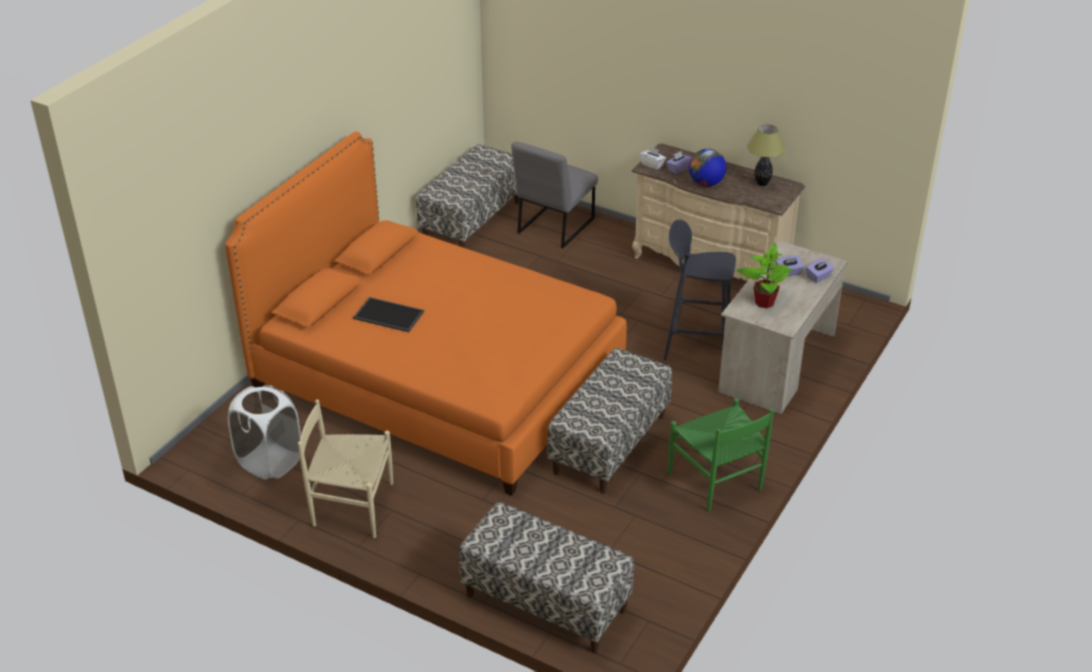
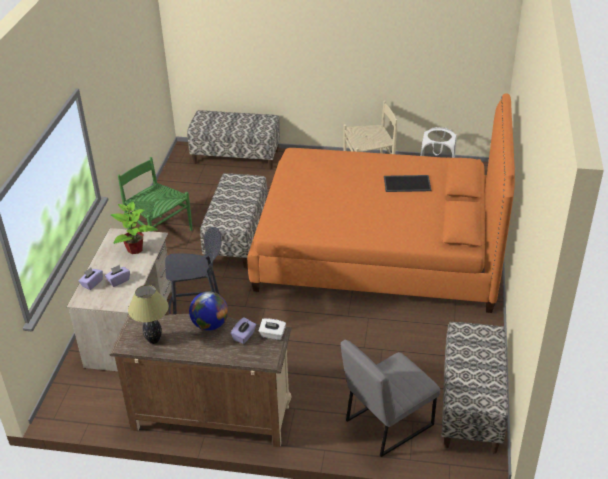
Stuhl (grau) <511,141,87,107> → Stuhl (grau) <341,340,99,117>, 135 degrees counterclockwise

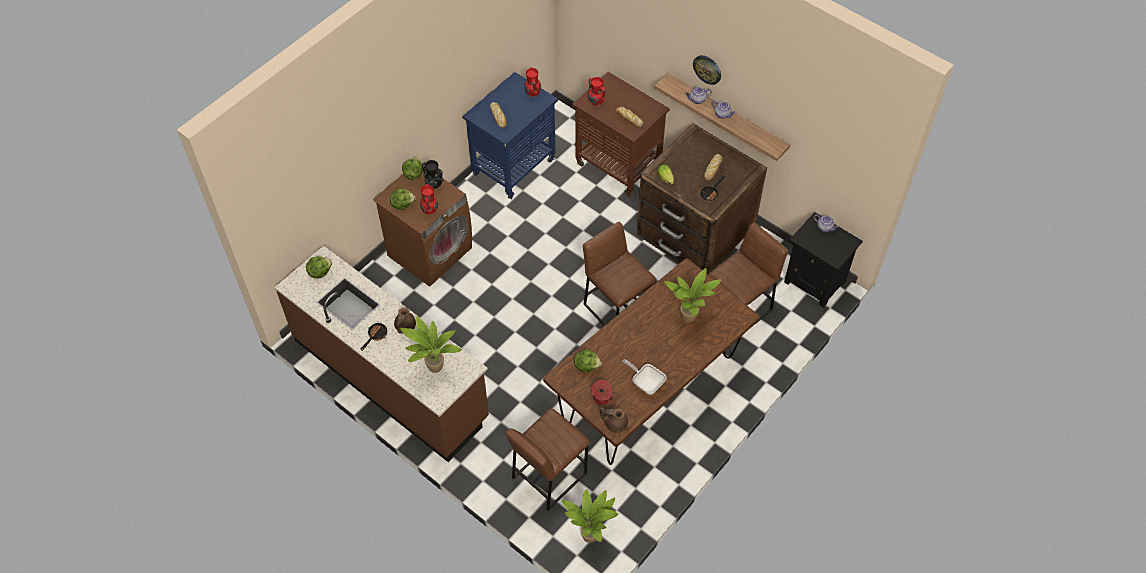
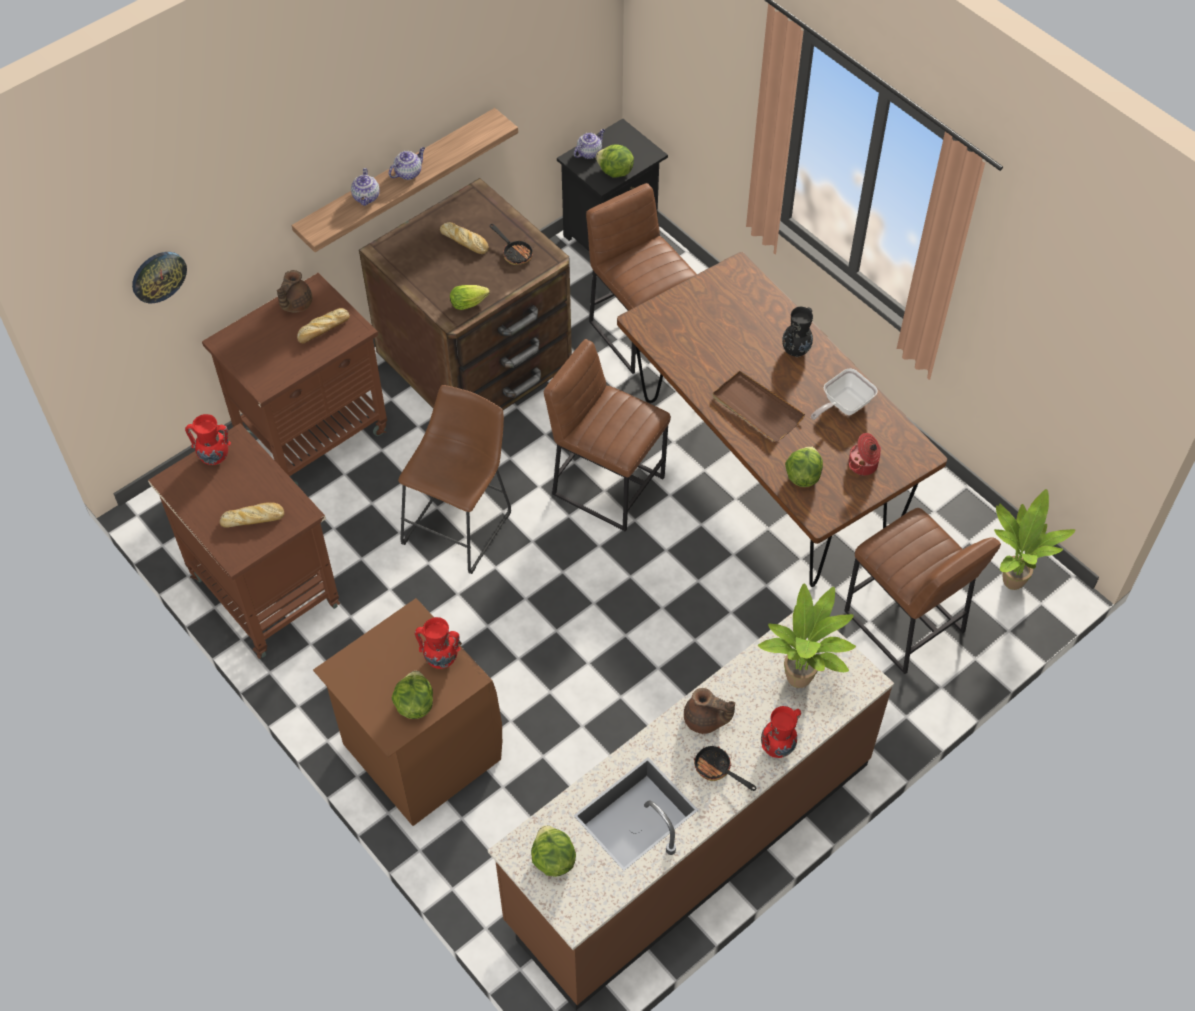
Topfpflanze <664,268,57,55> → -
- → Hocker (braun) <398,385,113,189>
- → Tablett (braun) <712,371,93,72>
Salatkopf <402,158,21,22> → Salatkopf <596,144,38,34>, shifted
Vase (schwarz) <422,160,21,29> → Vase (schwarz) <782,307,31,50>, shifted
Vase (rot) <588,77,18,29> → Vase (rot) <761,706,40,52>, shifted
Teekanne (braun) <600,407,28,26> → Teekanne (braun) <277,270,35,43>, shifted
Wanduhr <693,55,28,30> → Wanduhr <132,252,55,51>, shifted
Rollwagen (blau) <462,72,96,127> → Rollwagen (braun) <148,423,192,236>
Stuhl (braun) <583,222,73,104> → Stuhl (braun) <544,339,127,192>, 60 degrees clockwise

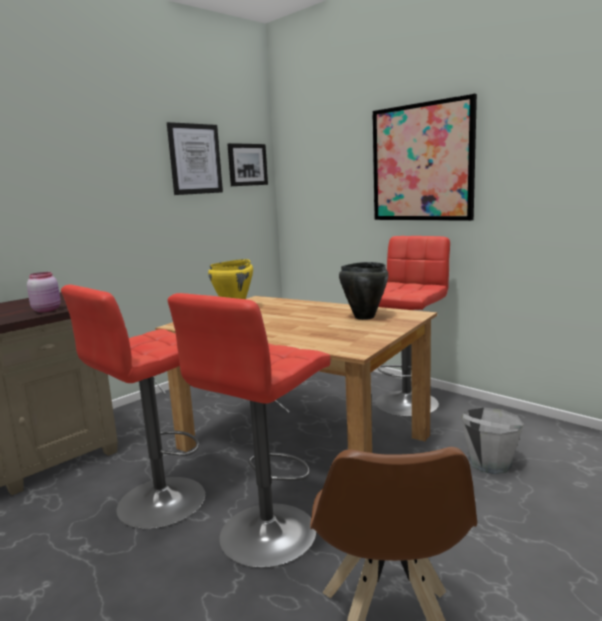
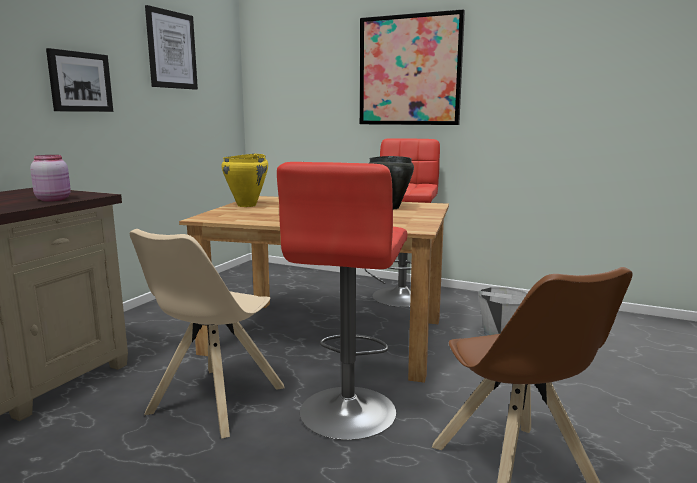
Bild <227,143,41,43> → Bild <46,48,67,64>, shifted
Hocker (rot) <61,285,144,244> → Stuhl (beige) <130,229,154,210>

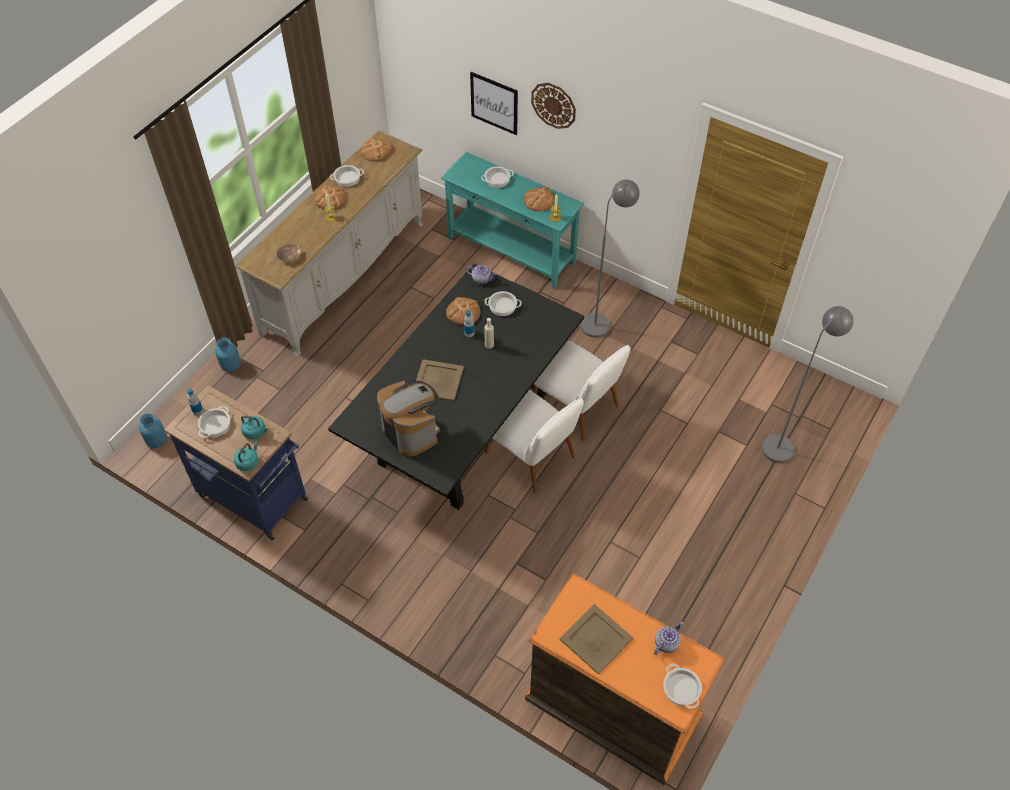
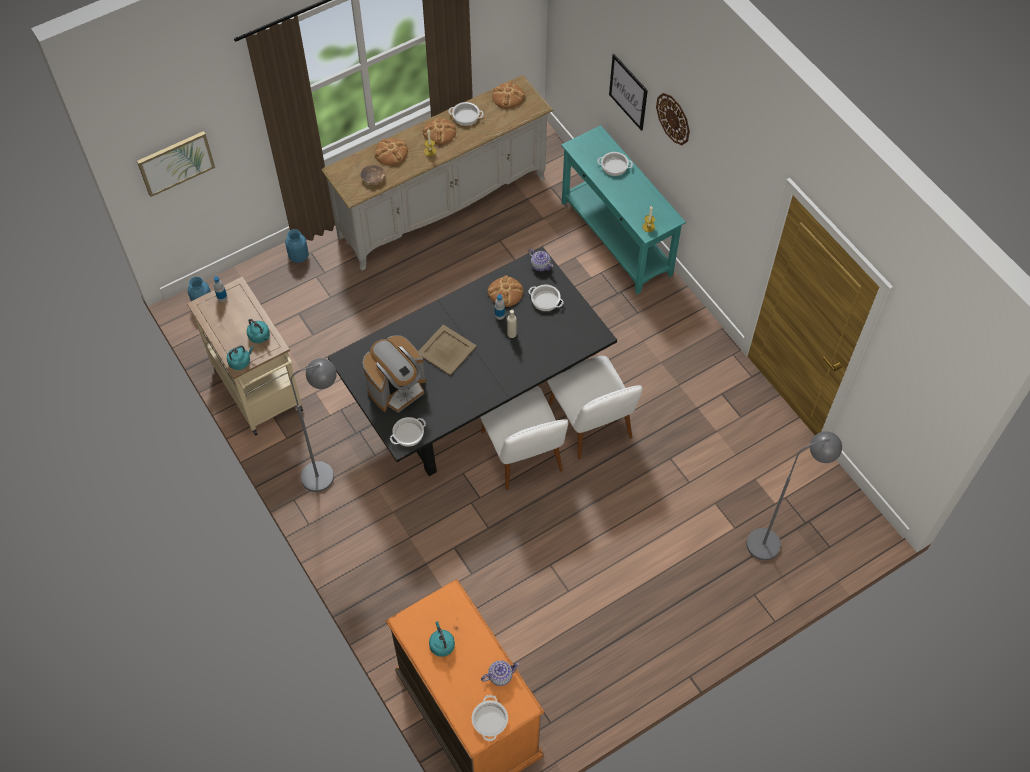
- → Bild <137,131,78,66>
Kochtopf <198,406,32,32> → Kochtopf <390,417,36,30>, shifted
Brot <524,187,31,24> → Brot <375,139,33,27>, shifted
Stehlampe (grau) <581,180,59,158> → Stehlampe (grau) <290,358,47,134>, shifted
Tablett (beige) <559,604,74,71> → Wasserkessel (türkis) <429,621,26,36>
Rollwagen (blau) <164,385,144,155> → Rollwagen (beige) <187,277,116,159>
Kaffeemaschine <377,381,63,76> → Kaffeemaschine <362,335,64,78>, 60 degrees clockwise

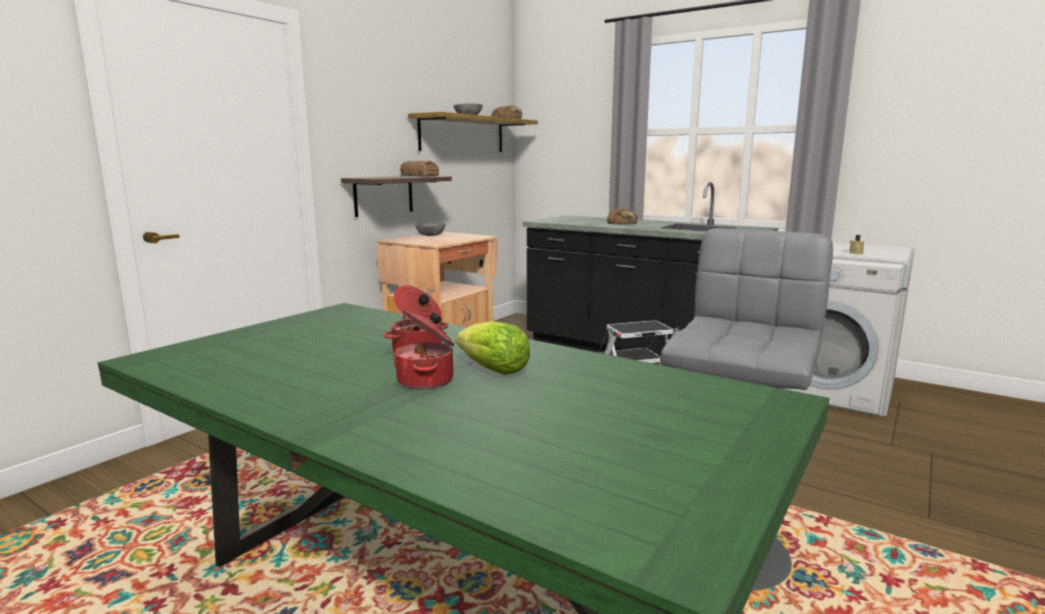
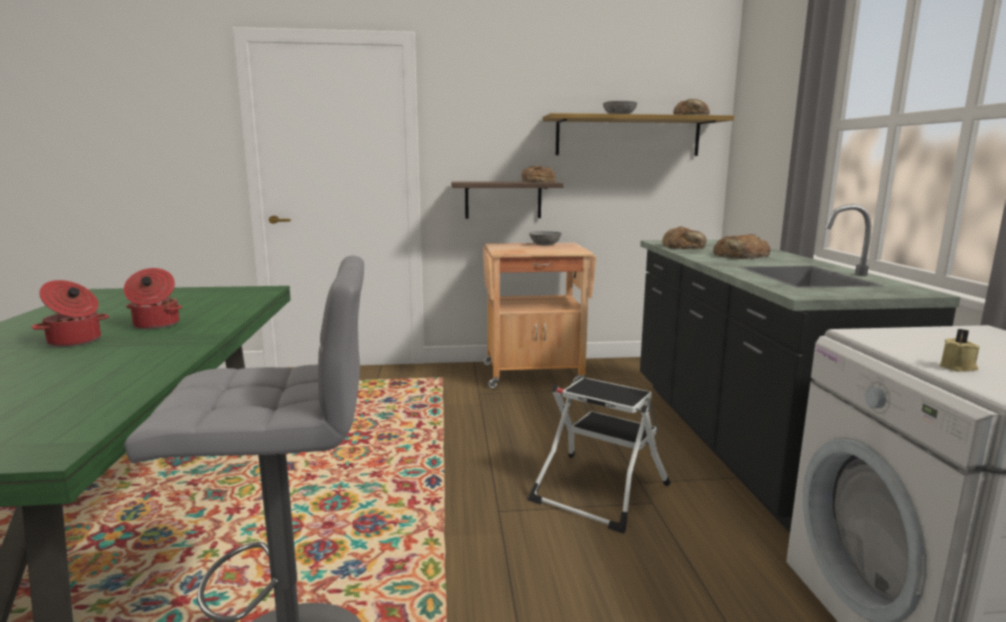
Salatkopf <455,321,75,54> → -
- → Brot <662,226,45,23>

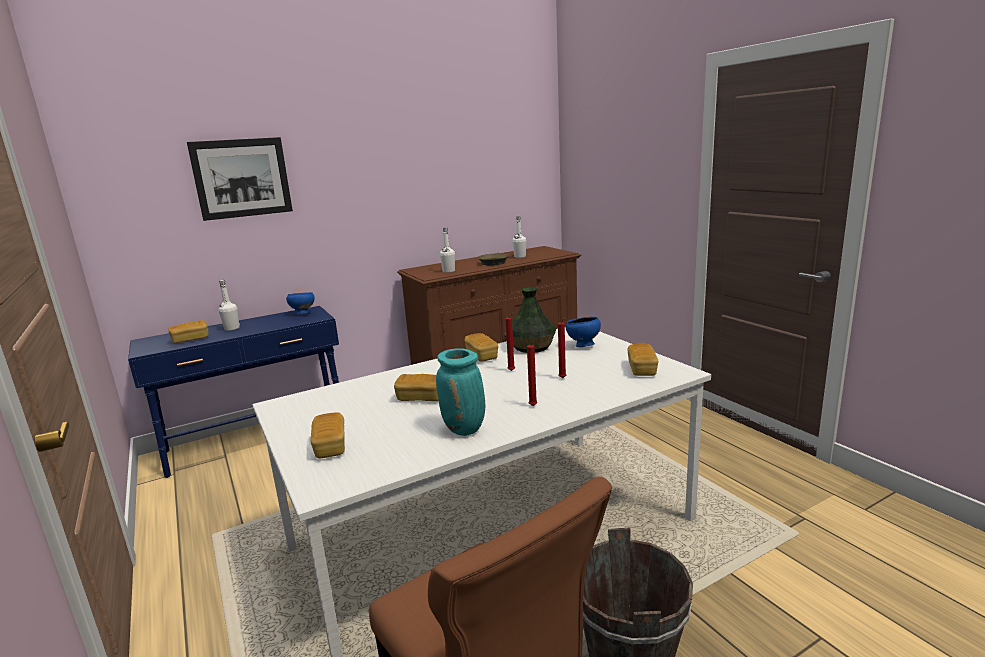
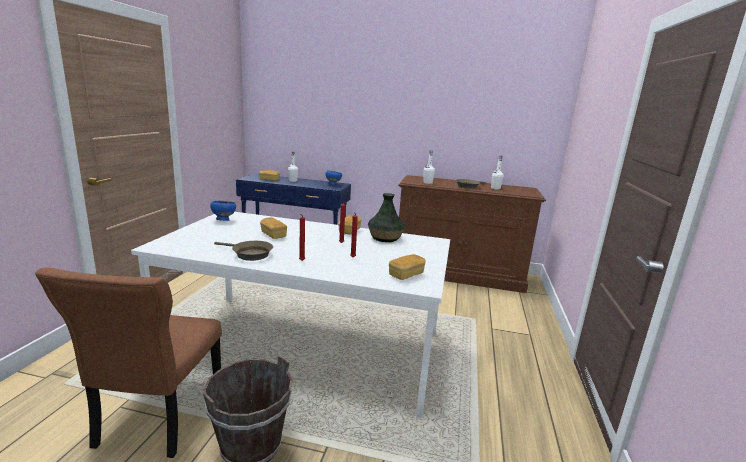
Bild <187,137,106,84> → -
Brot <310,412,35,47> → -
Schüssel (blau) <565,317,36,30> → Schüssel (blau) <210,201,26,20>, shifted
Vase (türkis) <436,348,49,88> → Pfanne (braun) <214,241,59,20>

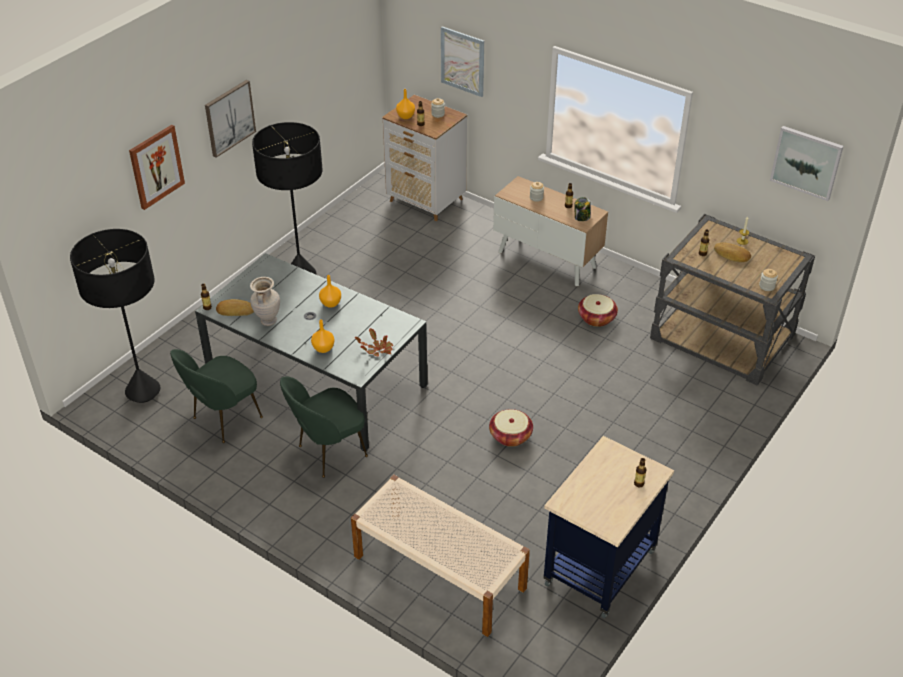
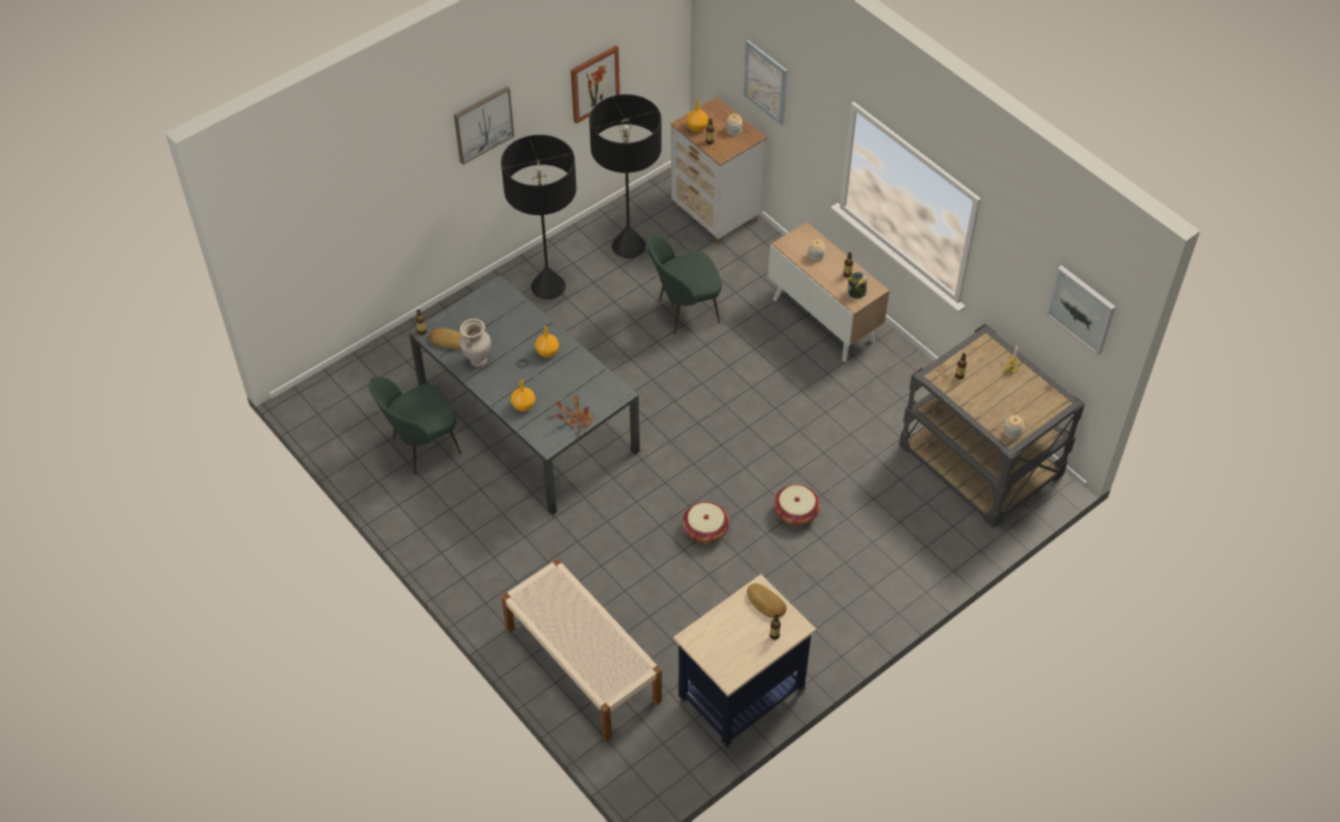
Stehlampe (schwarz) <70,229,90,174> → Stehlampe (schwarz) <589,94,73,165>, shifted
Bild <129,125,56,85> → Bild <571,45,49,79>, shifted
Stuhl (grün) <280,376,88,102> → Stuhl (grün) <647,235,75,99>, shifted
Korb <578,294,40,33> → Korb <774,485,46,41>, shifted
Brot <714,242,37,20> → Brot <747,583,40,35>, shifted

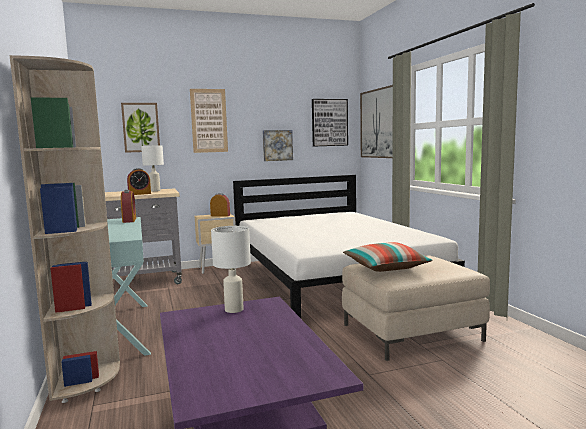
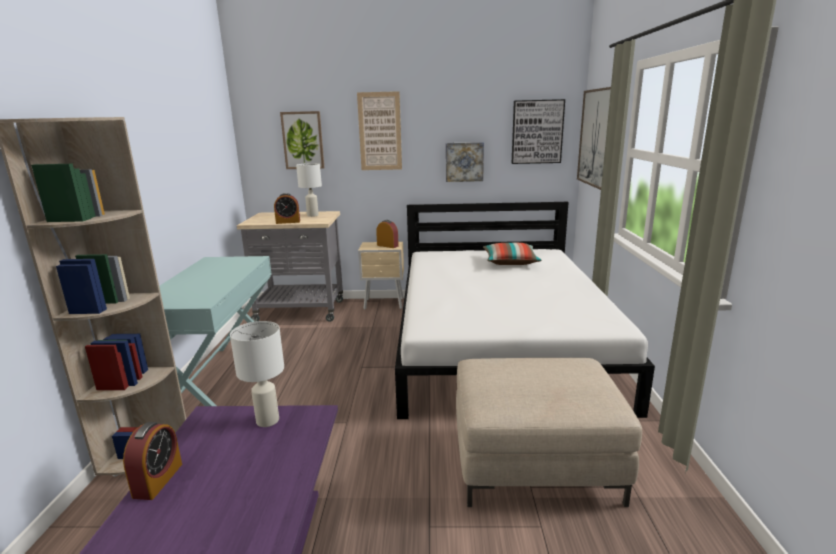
Wecker <121,190,15,33> → Wecker <123,422,59,78>, shifted
Kissen <343,242,90,30> → Kissen <483,243,59,22>, shifted

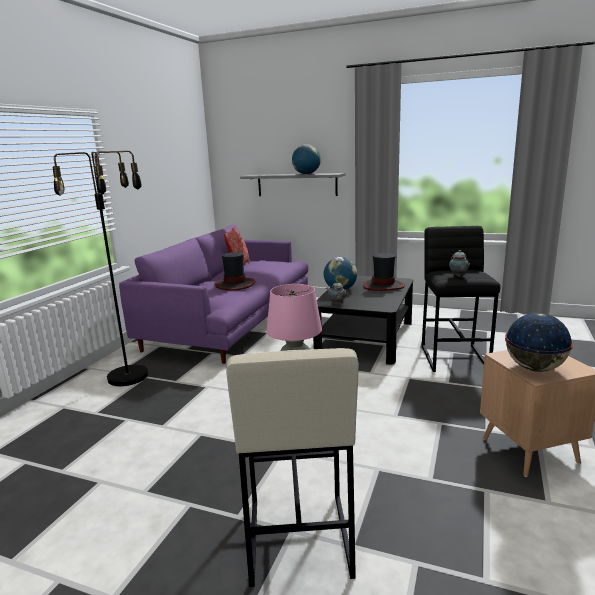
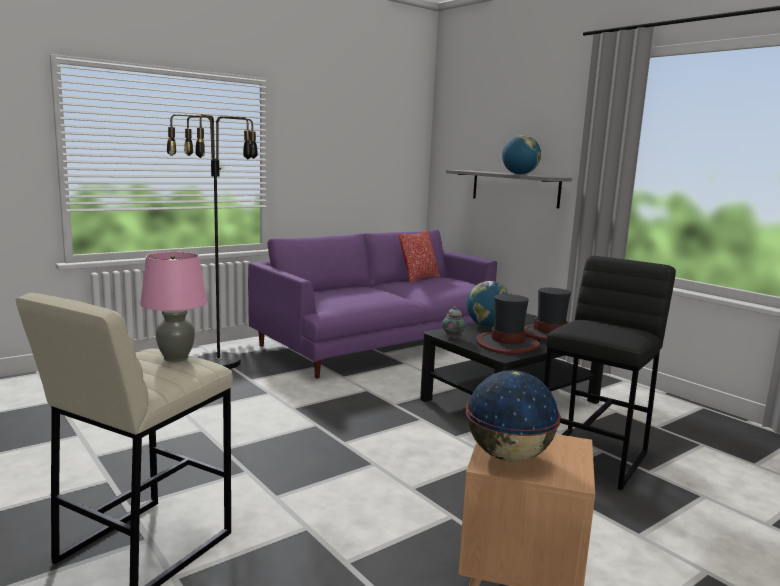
Teekanne <449,250,21,27> → -
Hut <214,252,41,39> → Hut <476,294,64,60>, shifted

